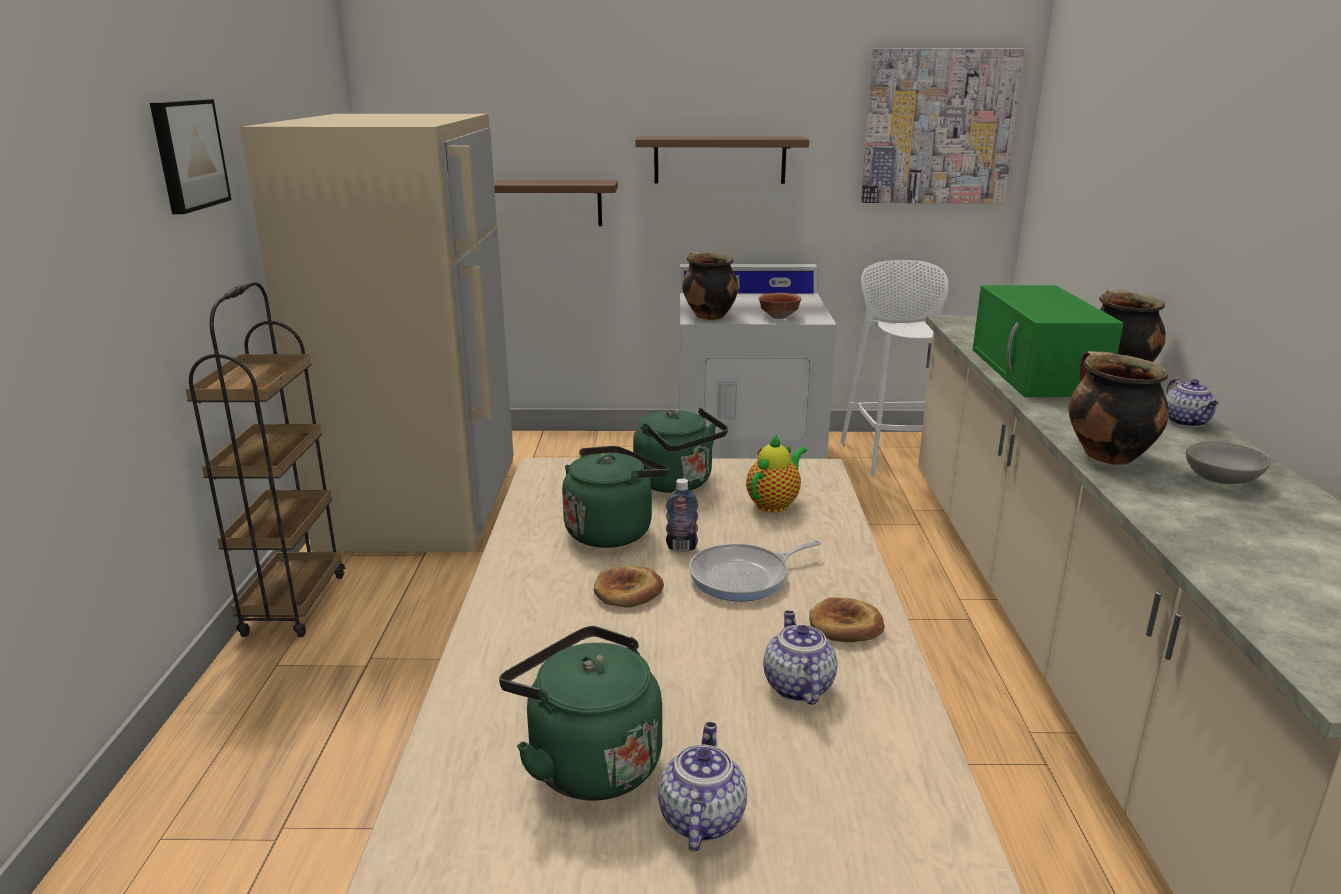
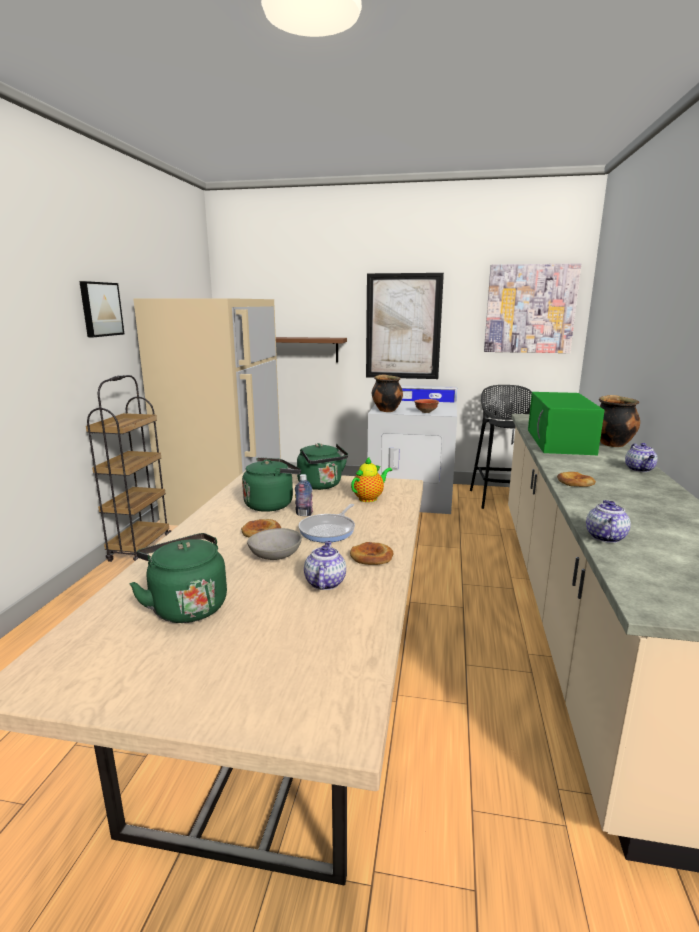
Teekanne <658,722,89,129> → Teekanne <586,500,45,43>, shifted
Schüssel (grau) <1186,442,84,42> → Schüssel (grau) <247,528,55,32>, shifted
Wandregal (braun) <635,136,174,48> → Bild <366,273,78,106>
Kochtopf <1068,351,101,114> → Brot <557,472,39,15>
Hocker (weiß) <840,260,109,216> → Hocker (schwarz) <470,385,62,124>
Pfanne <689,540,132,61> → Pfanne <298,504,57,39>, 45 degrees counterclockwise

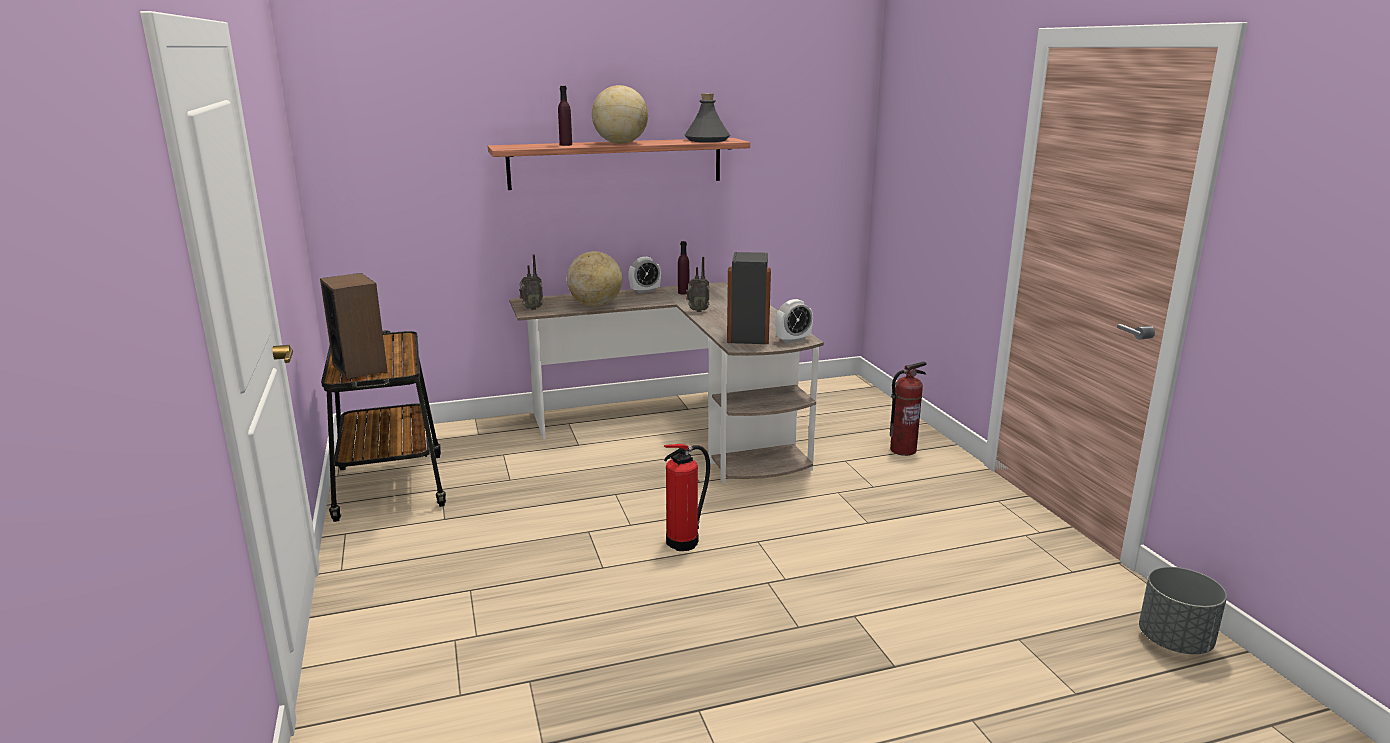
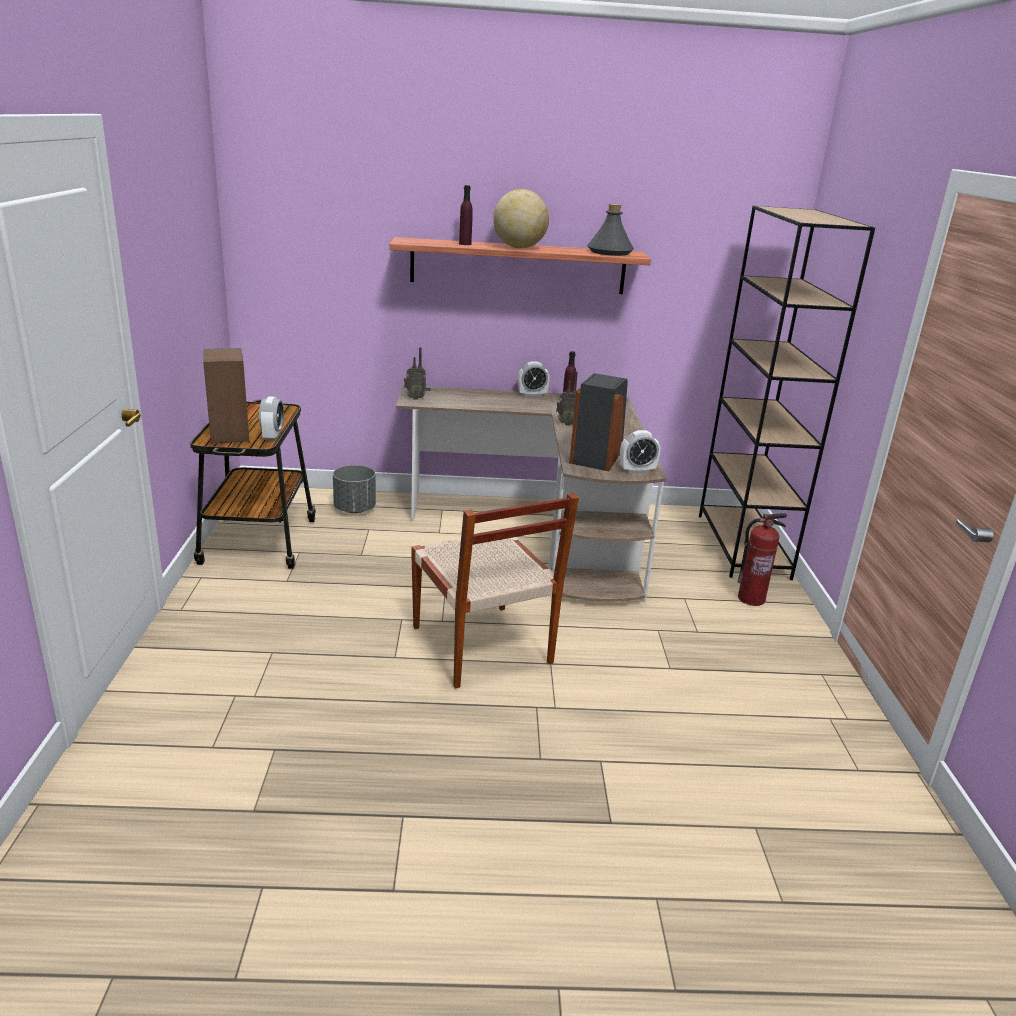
Globus <567,251,55,56> → -
- → Wecker <259,396,25,45>
- → Bücherregal (beige) <699,206,176,374>
Pflanzkübel (grau) <1139,567,88,87> → Pflanzkübel (grau) <333,465,43,48>, shifted
Feuerlöscher <664,444,46,107> → Stuhl <412,493,167,195>

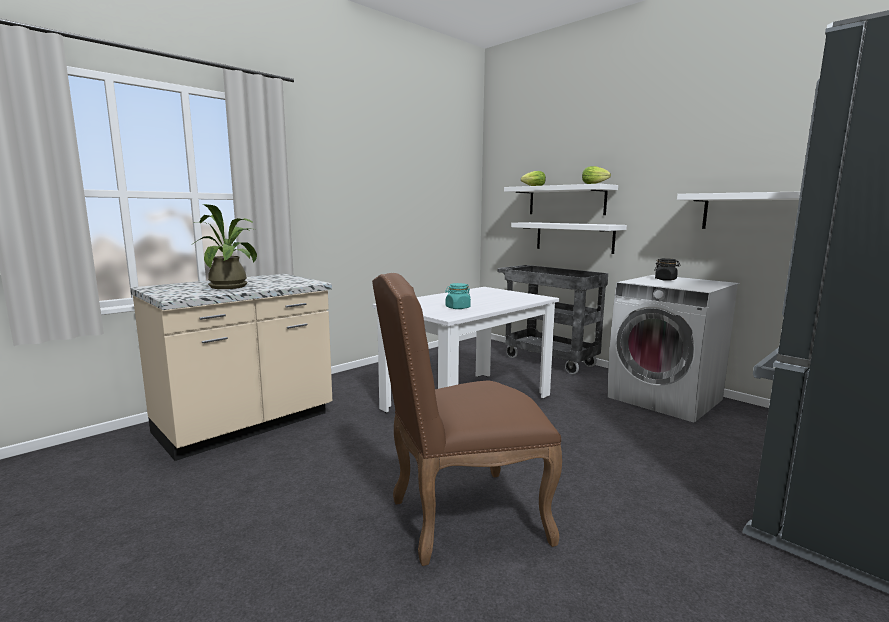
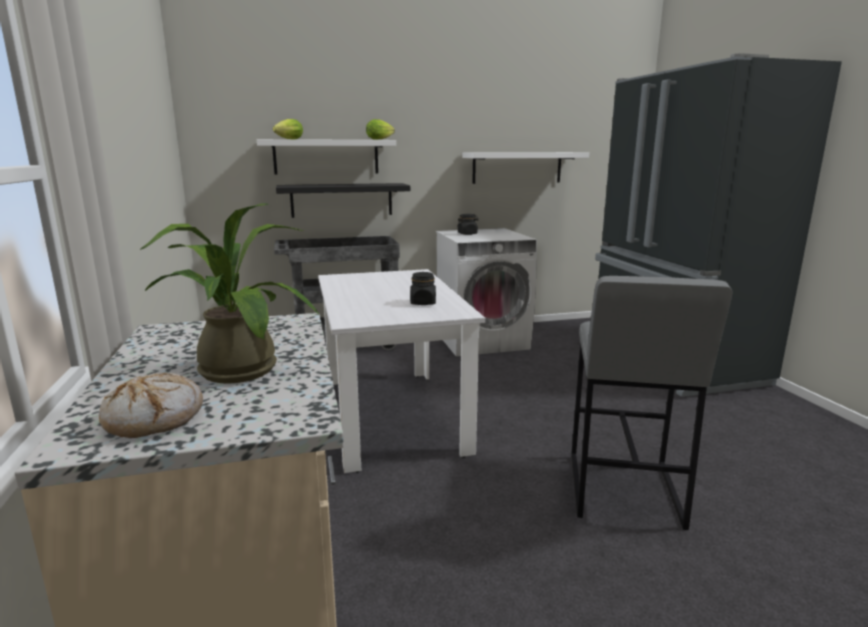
- → Brot <99,373,104,65>
Stuhl (braun) <372,273,190,293> → Hocker (grau) <571,276,161,254>
Vorratsglas (türkis) <445,283,26,26> → Vorratsglas (schwarz) <410,272,26,33>
Wandregal (weiß) <511,222,116,32> → Wandregal (schwarz) <276,183,134,35>

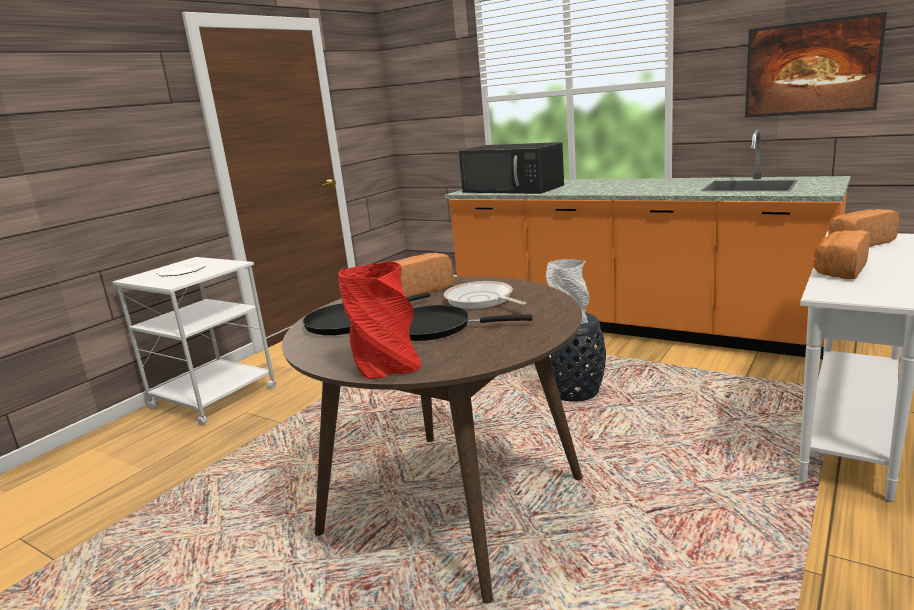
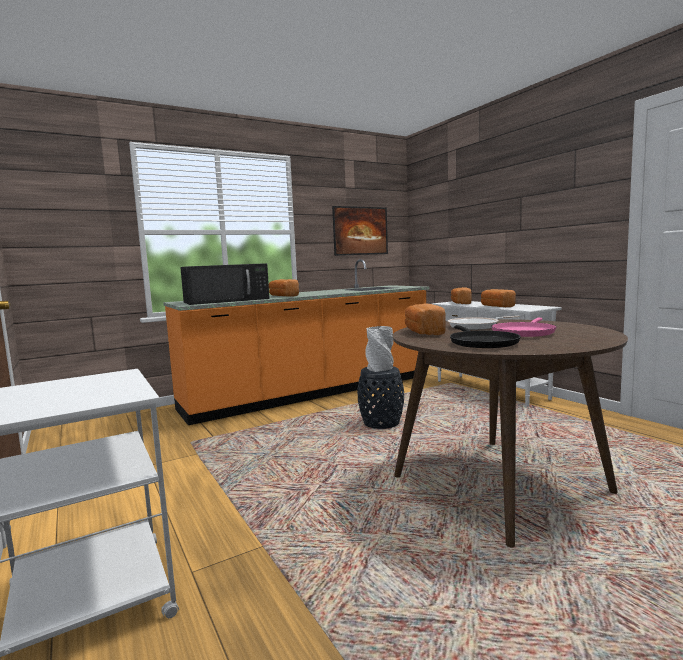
Teller <157,263,49,13> → -
Vase (rot) <338,261,83,119> → -
- → Brot <269,279,30,18>
Pfanne (schwarz) <409,305,124,36> → Pfanne (rosa) <491,318,65,19>

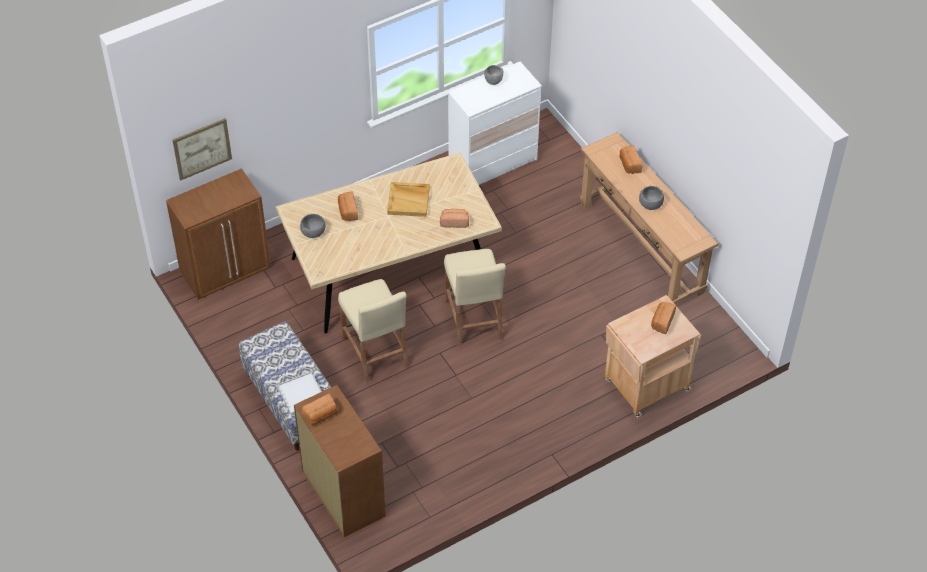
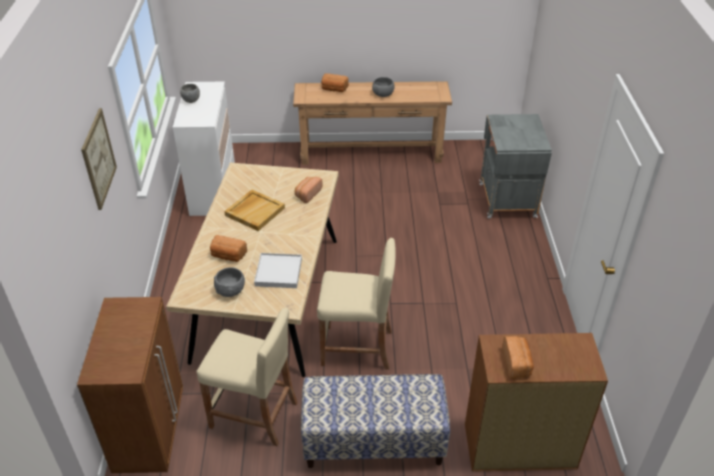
Brot <651,302,25,32> → -
Bild <172,118,60,63> → Bild <81,108,36,102>, shifted
Tablett (weiß) <277,372,45,44> → Tablett (weiß) <254,253,48,35>, shifted
Hocker (beige) <444,249,62,98> → Hocker (beige) <197,308,101,138>, shifted
Rollwagen (braun) <605,295,96,123> → Rollwagen (grau) <479,114,73,104>

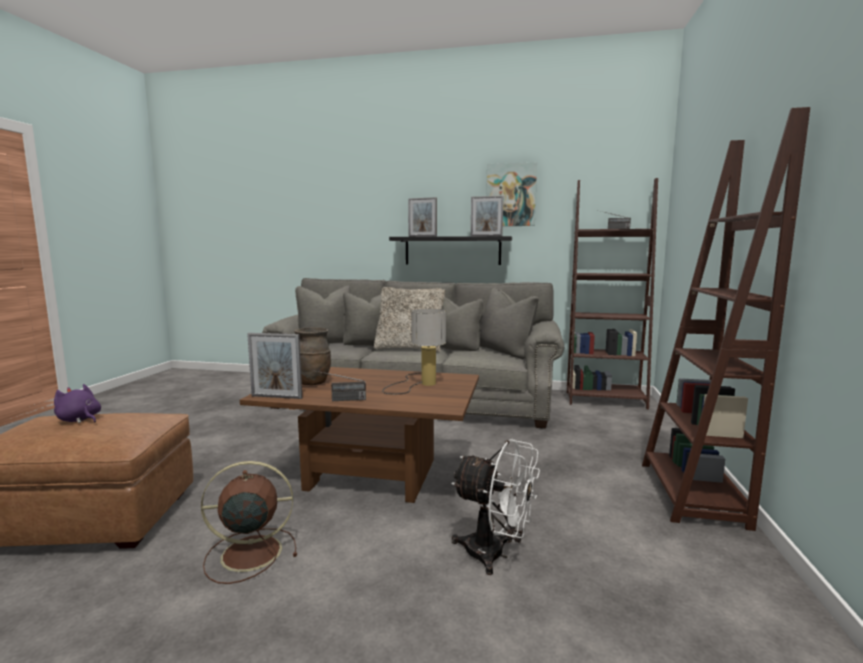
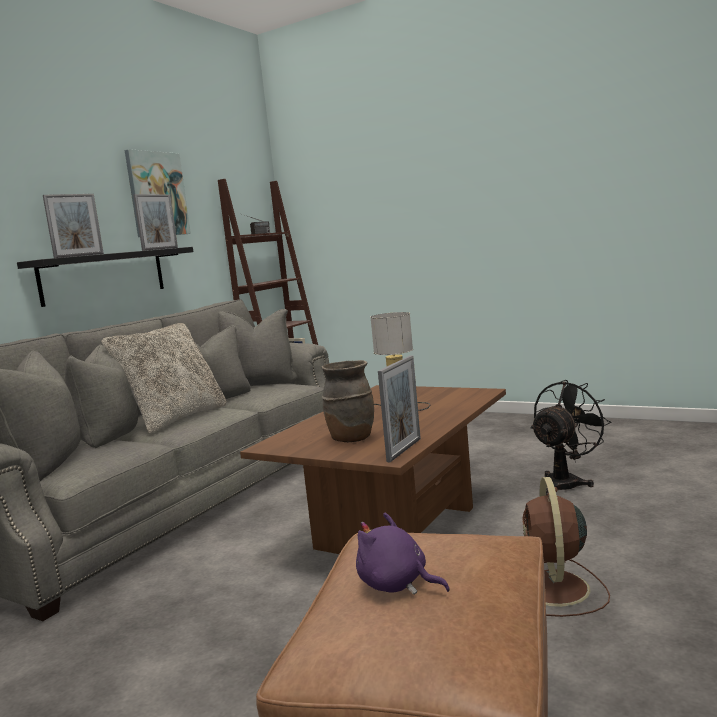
Radio <312,370,54,31> → -
Bücherregal (braun) <642,107,168,424> → -
Ventilator (weiß) <451,439,89,136> → Ventilator (schwarz) <530,380,81,115>
Plüschtier (lila) <54,384,47,39> → Plüschtier (lila) <356,513,94,82>, 75 degrees clockwise

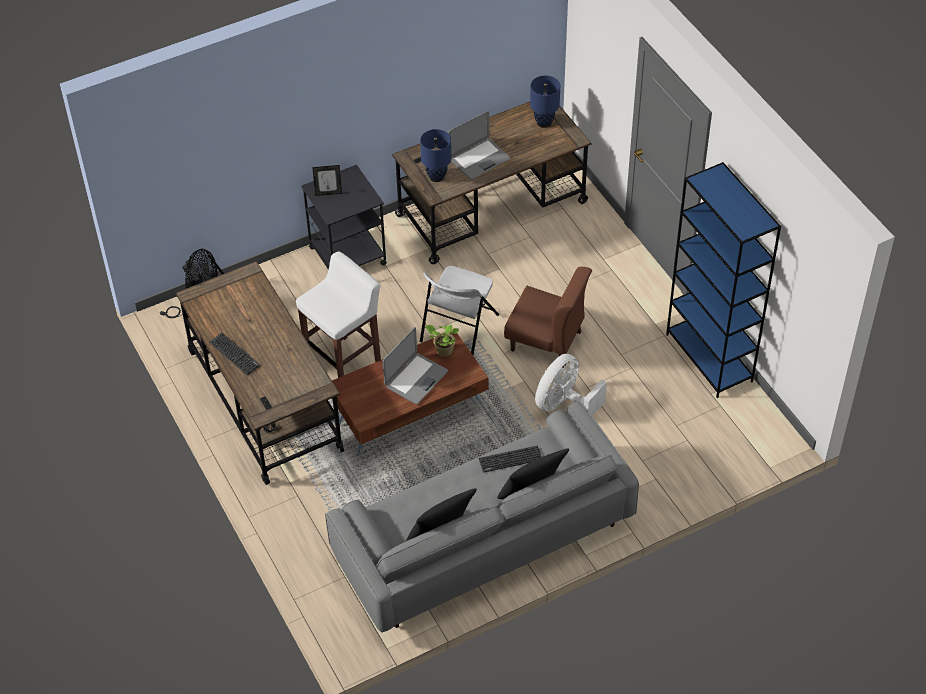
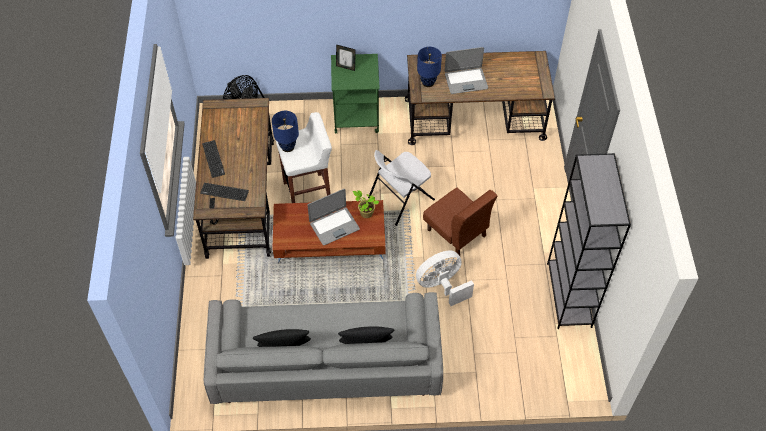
Tastatur <479,446,63,27> → Tastatur <200,183,49,18>, shifted
Tischlampe (blau) <530,76,30,52> → Tischlampe (blau) <272,111,27,41>, shifted
Rollwagen (schwarz) <301,165,86,105> → Rollwagen (grün) <331,54,49,79>
Bücherregal (blau) <666,162,115,236> → Bücherregal (grau) <547,153,84,176>

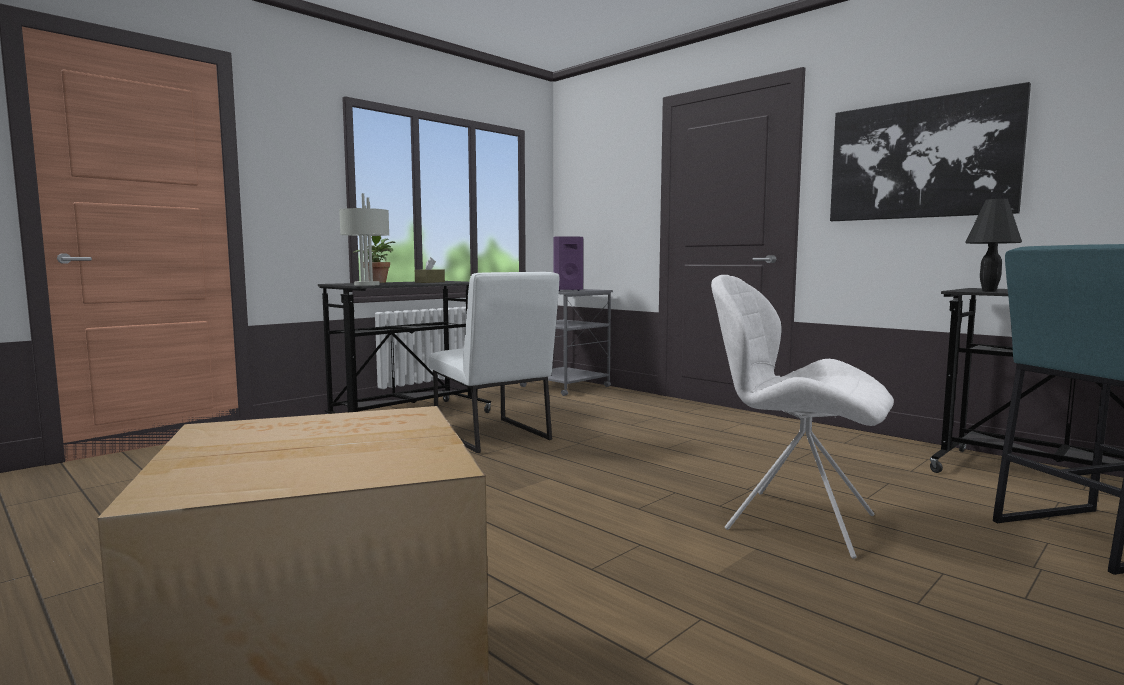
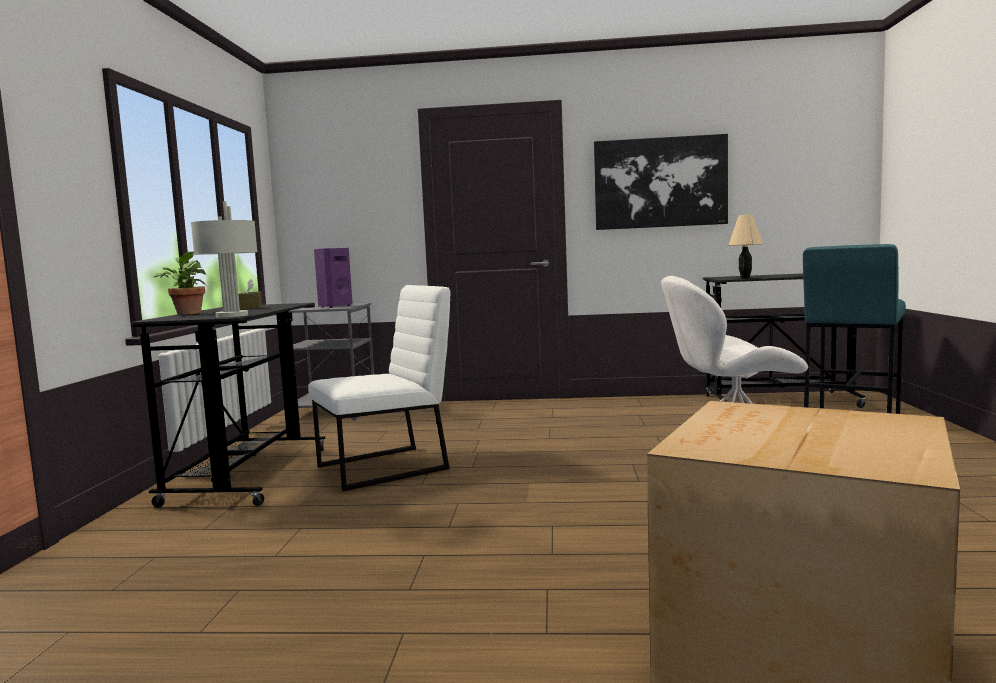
Tischlampe (schwarz) <965,199,57,93> → Tischlampe (beige) <728,215,35,64>
Stuhl (weiß) <429,272,130,181> → Stuhl (weiß) <308,285,142,206>, 45 degrees counterclockwise

